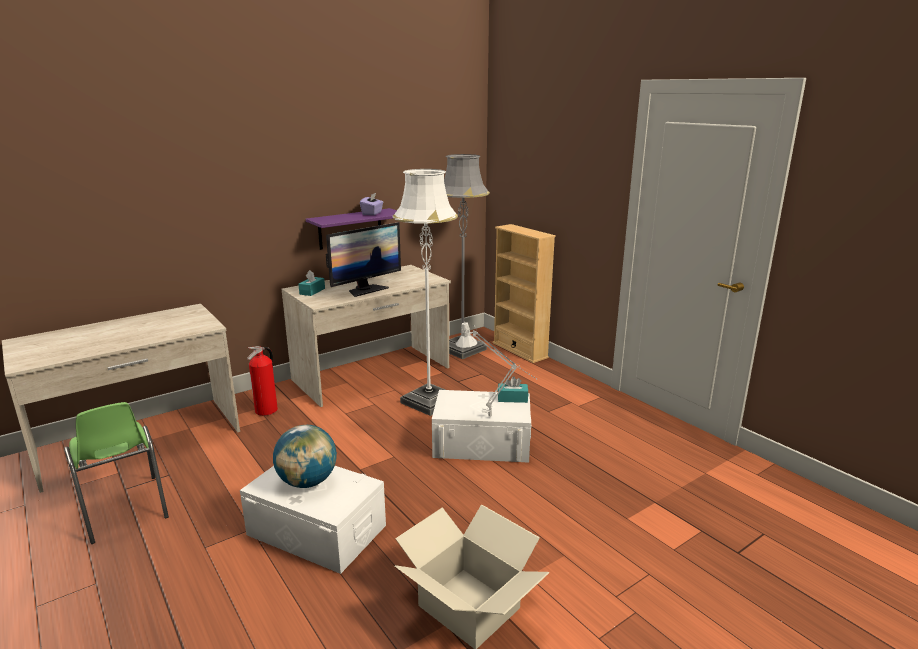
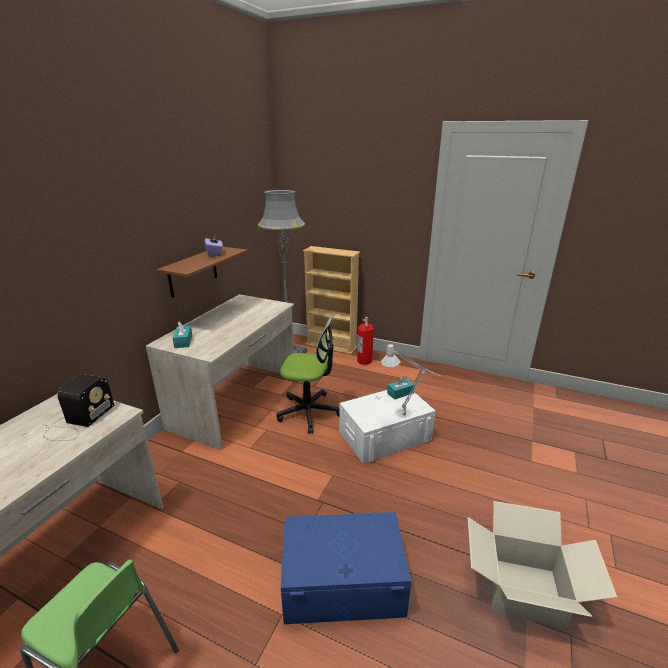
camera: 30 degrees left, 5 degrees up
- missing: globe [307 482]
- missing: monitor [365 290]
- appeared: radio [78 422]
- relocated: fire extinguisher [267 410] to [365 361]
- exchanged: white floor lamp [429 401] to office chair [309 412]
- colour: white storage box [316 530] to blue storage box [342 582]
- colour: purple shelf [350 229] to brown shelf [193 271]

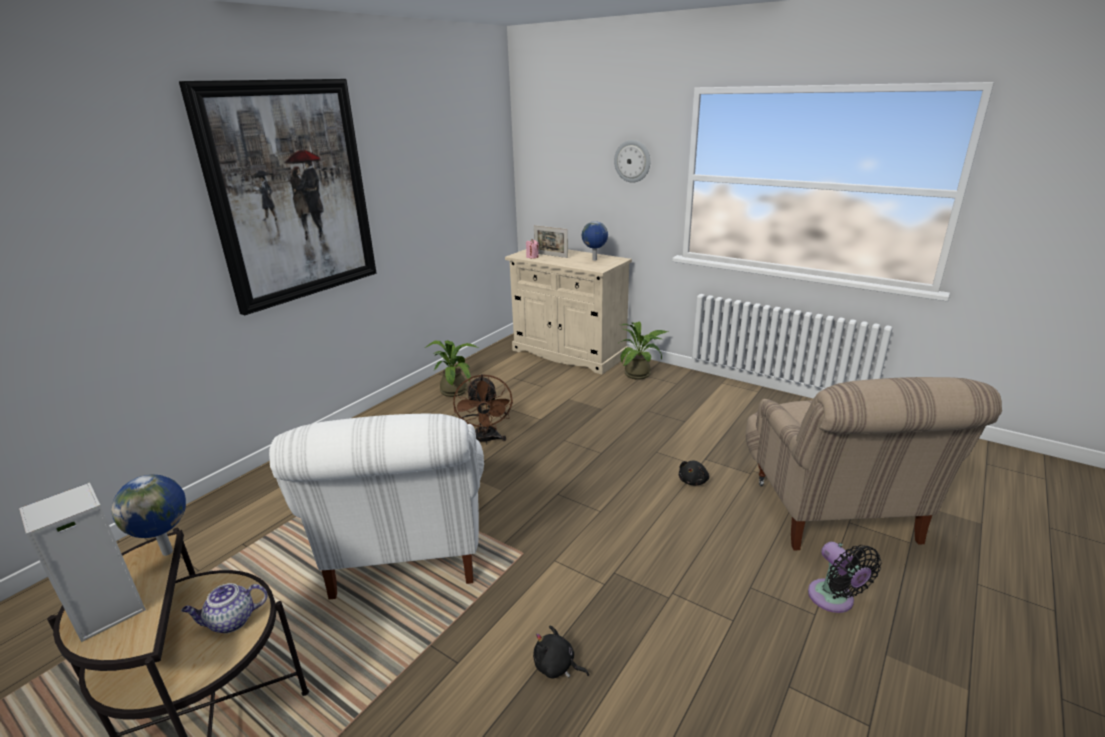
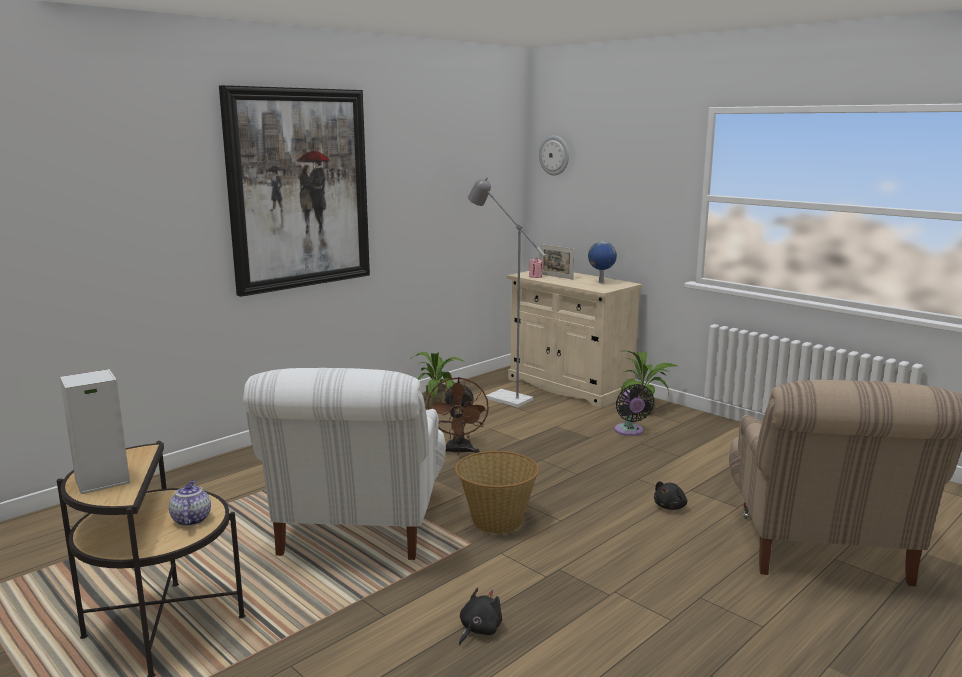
camera: 10 degrees right, 10 degrees down
- missing: globe [169 551]
- appeared: basket [496 521]
- appeared: grey floor lamp [502 397]
- relocated: wall clock [632 161] to [554 155]
- relocated: black fan [834 600] to [630 431]
- spun: teapot [231 621] = [191 519] 90 degrees clockwise
- spun: black plush toy [556 666] = [479 630] 90 degrees clockwise

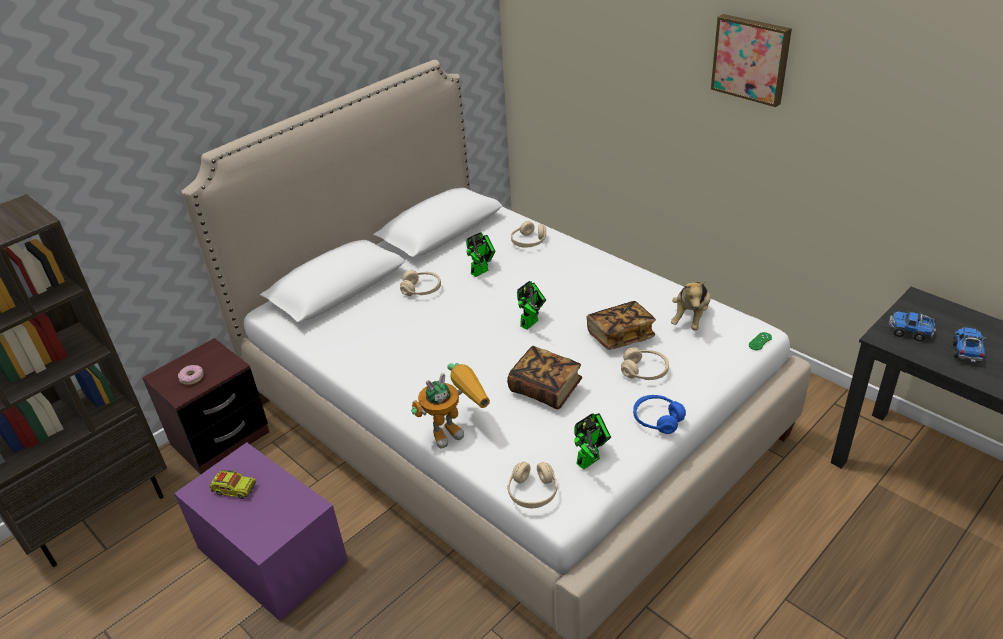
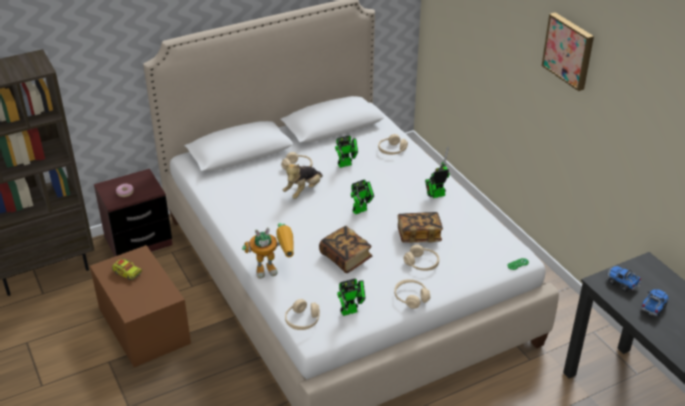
camera: 15 degrees right, 0 degrees up
- appeared: toy robot [435 195]
- relocated: plush toy [690 318] to [303 191]
- colour: purple storage box [271 554] to brown storage box [144 325]
- colour: blue headphones [657 419] to beige headphones [411 297]

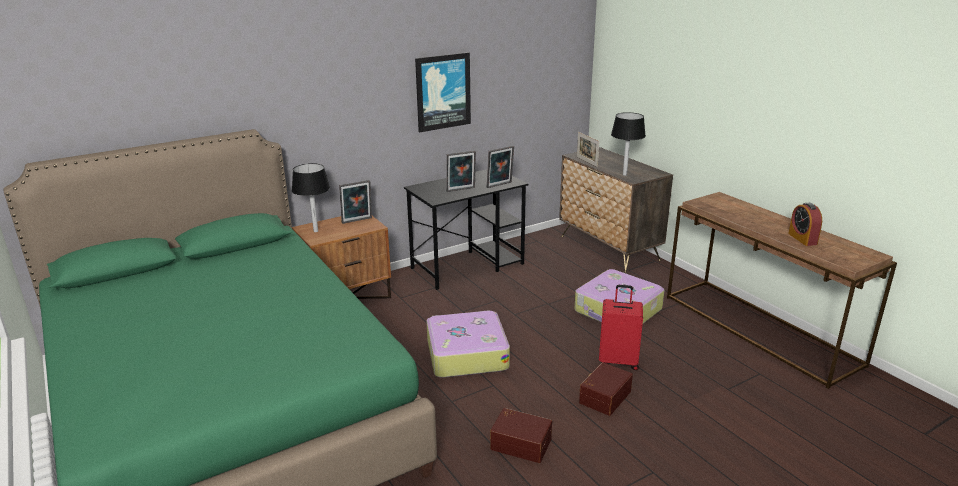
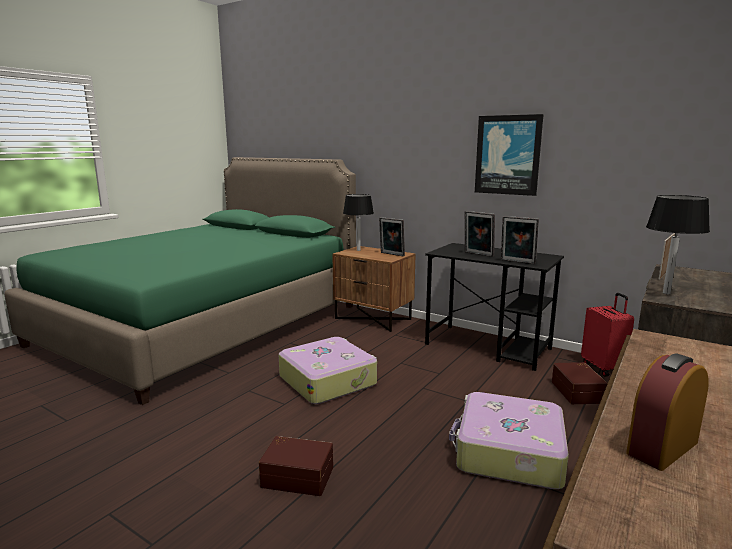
camera: 65 degrees right, 10 degrees down
- relocated: brown storage box [521 443] to [578 392]
- relocated: red suitcase [618 361] to [603 368]

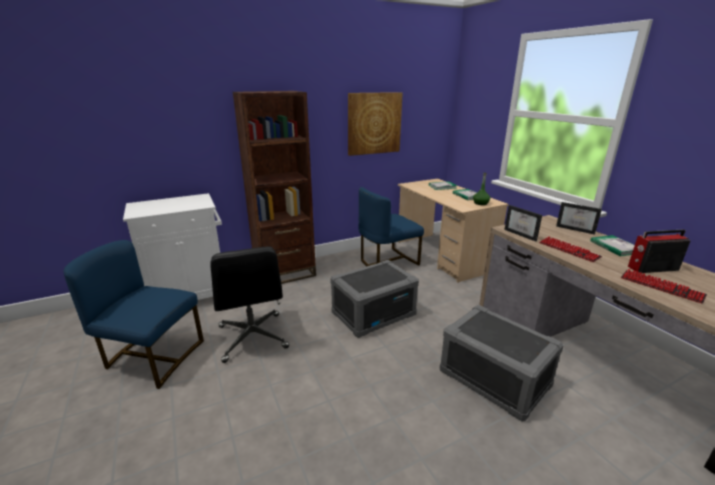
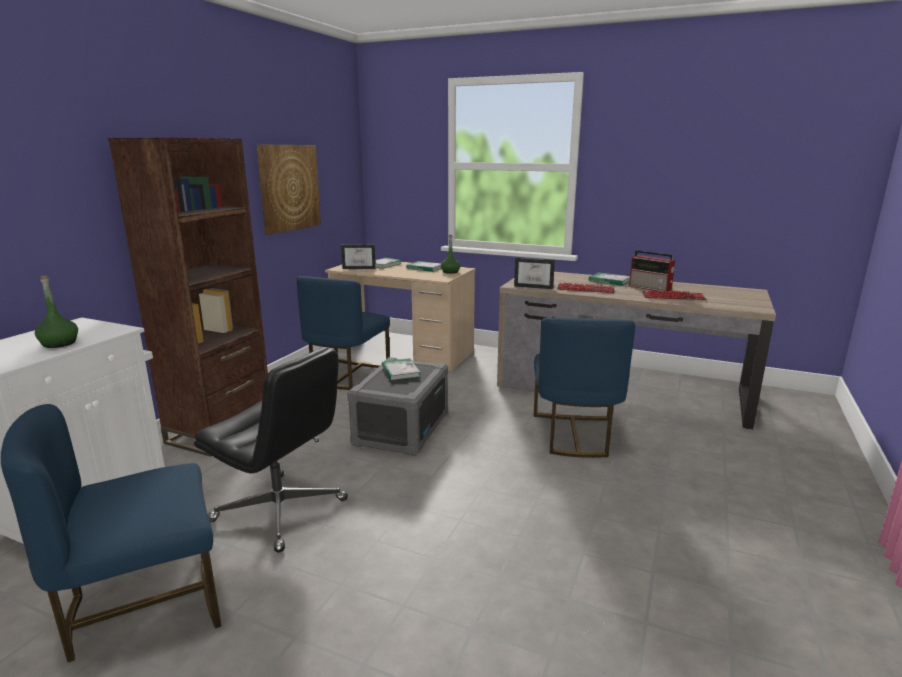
camera: 40 degrees left, 5 degrees down
- appeared: green bottle [59 343]
- appeared: book [400 371]
- relocated: picture frame [576 229] to [360 268]
- exchanged: grey storage box [493 378] to blue chair [574 435]
- spun: radio [651 268] = [651 288] 90 degrees counterclockwise

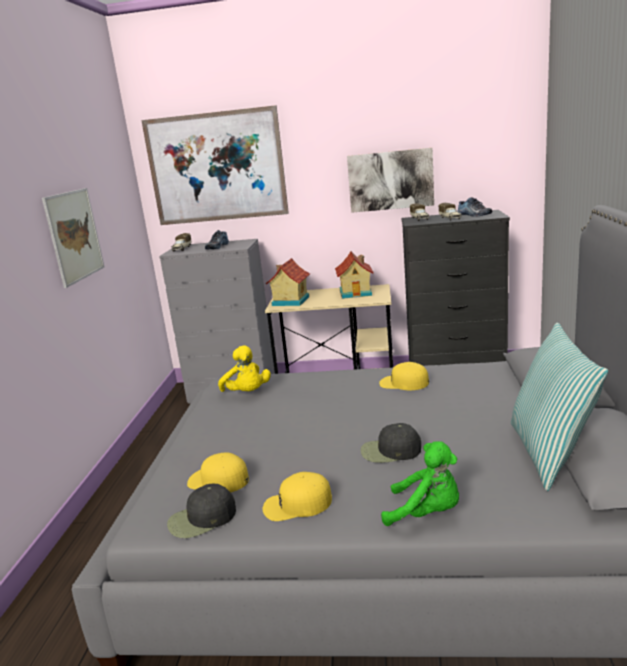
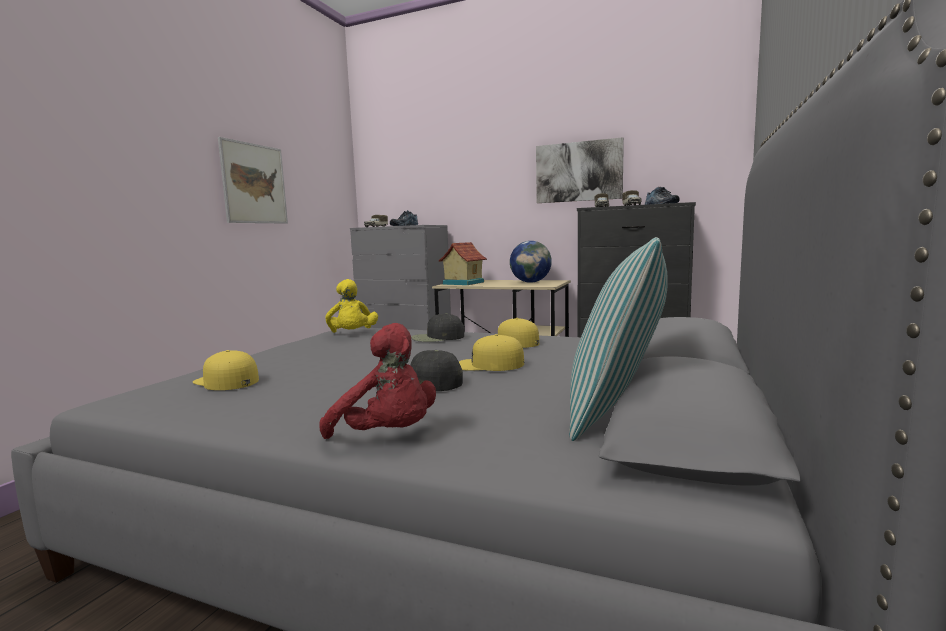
camera: 15 degrees right, 10 degrees down
- missing: picture [216 167]
- relocated: black cap [201 519] to [437 337]
- relocated: yellow cap [297 504] to [489 364]
- exchanged: toy house [356 293] to globe [530 282]
- colour: green plush toy [426 513] to red plush toy [388 436]

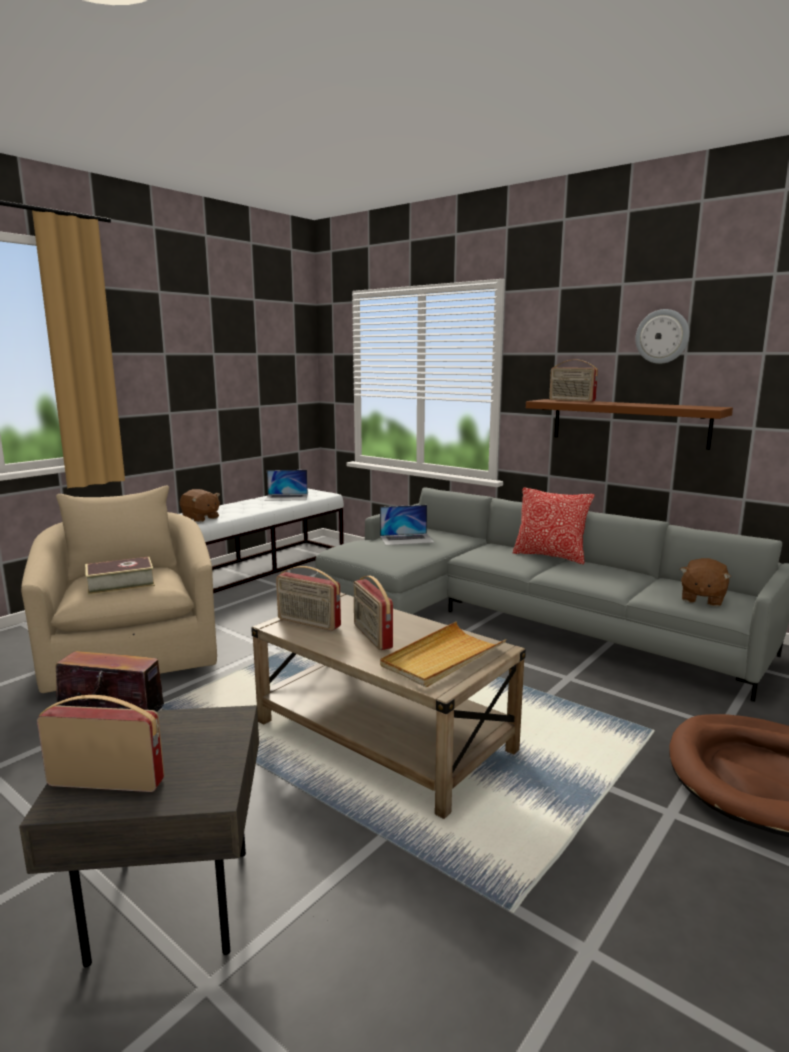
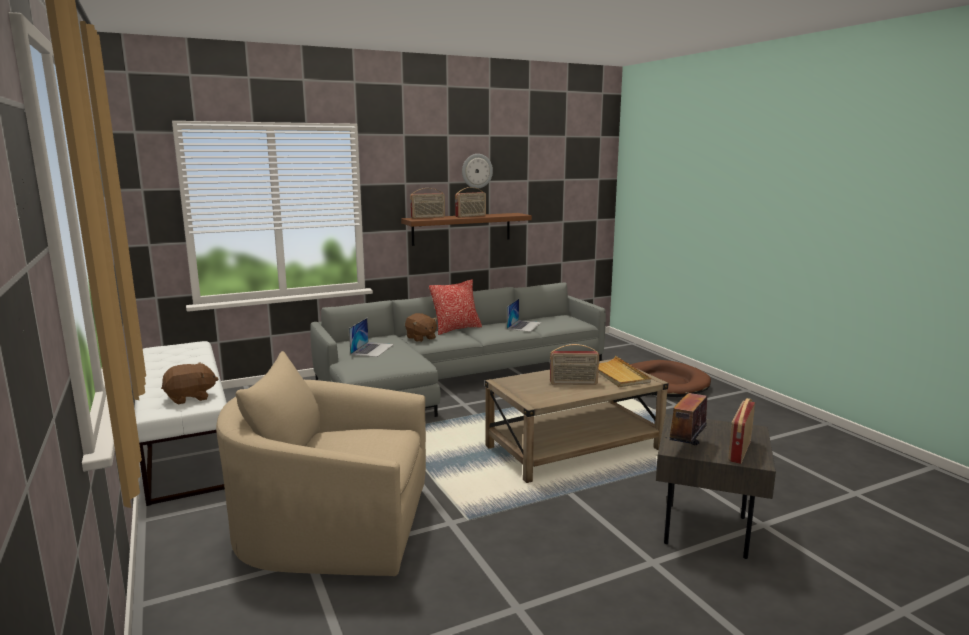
camera: 65 degrees left, 0 degrees up
- missing: book [120 583]
- relocated: laptop [286 497] to [524 325]
- relocated: radio [308 623] to [471 216]
- relocated: brown plush toy [702 599] to [421 338]

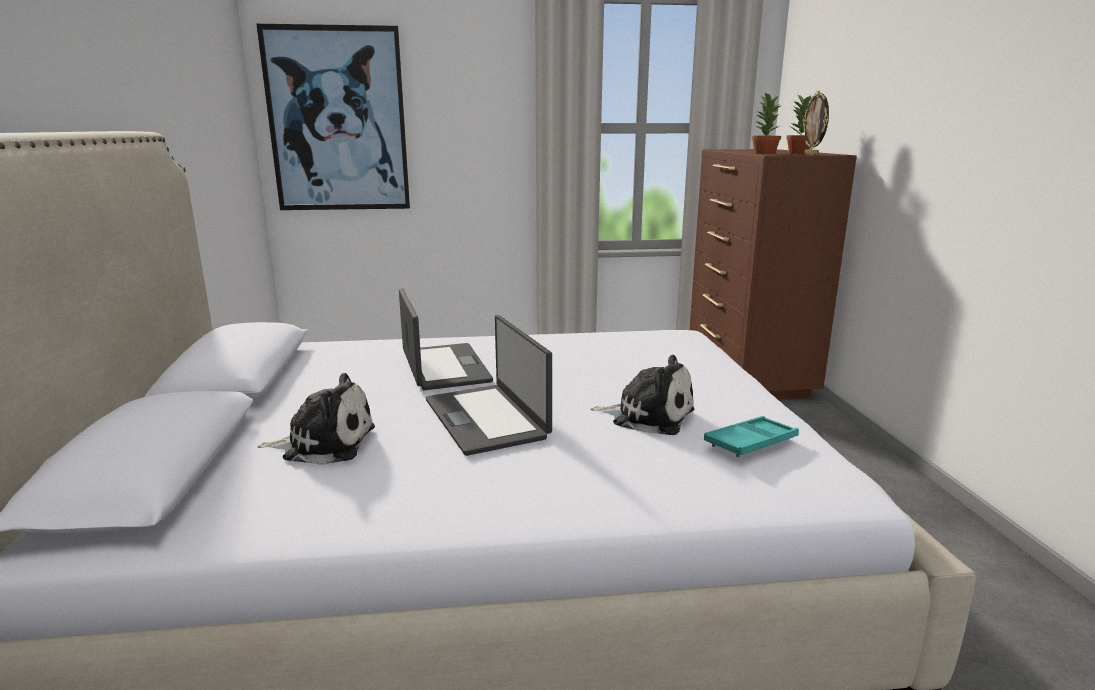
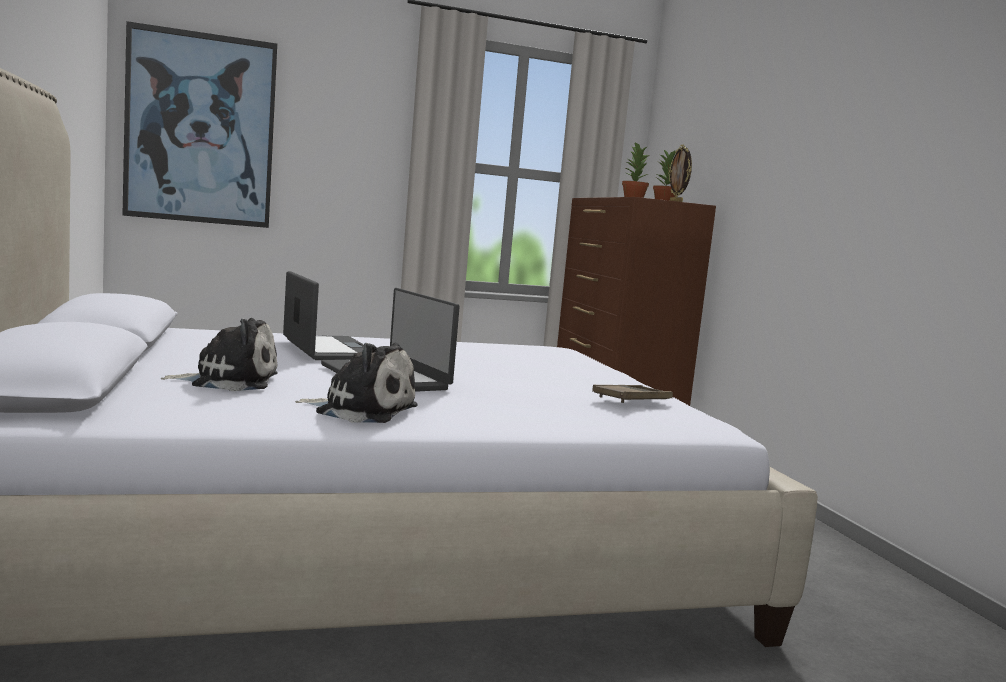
camera: 10 degrees left, 10 degrees down
- relocated: plush toy [648 416] to [361 410]
- colour: turquoise tray [751 442] to brown tray [632 400]

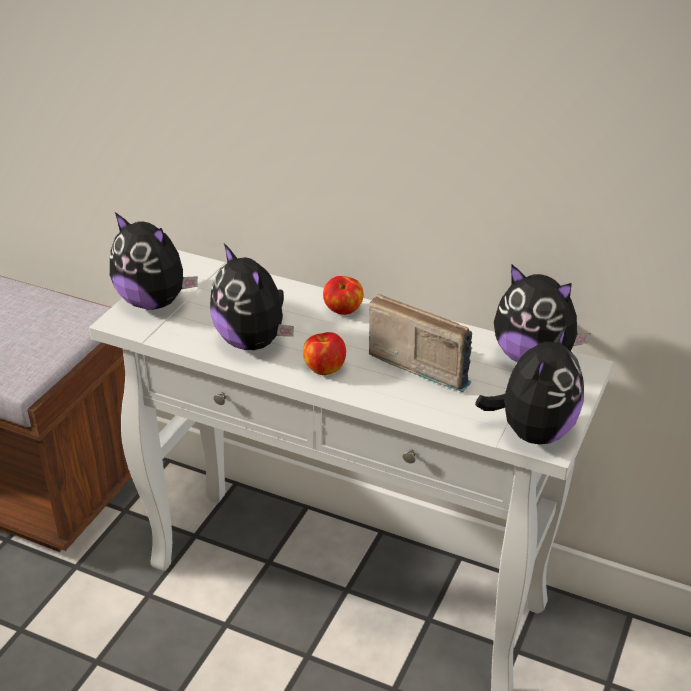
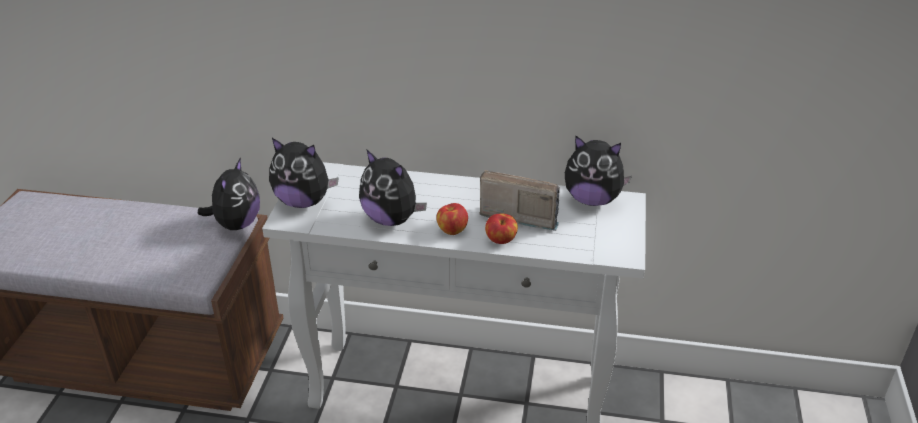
camera: 15 degrees left, 0 degrees up
- relocated: apple [343 311] to [501 241]
- relocated: plush toy [533 431] to [236 224]

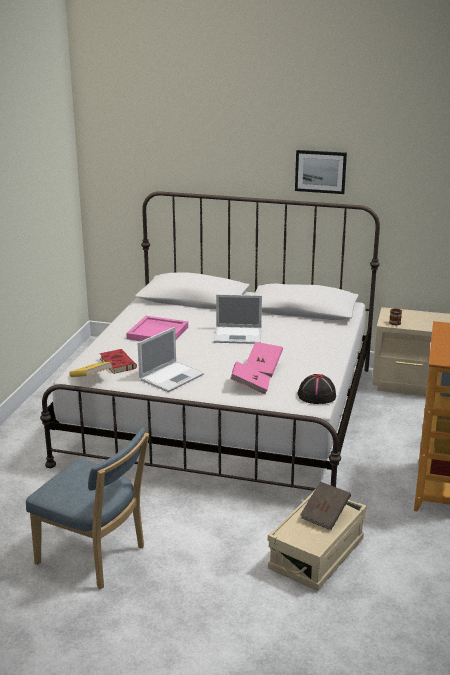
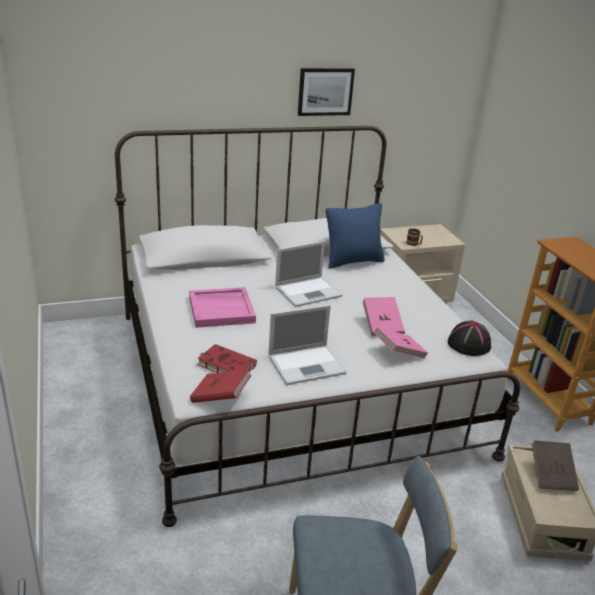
camera: 35 degrees left, 5 degrees up
- appeared: blue pillow [353 261]
- colour: yellow book [91 378] to red book [220 397]
- spun: laptop [172 376] = [307 364] 60 degrees clockwise

